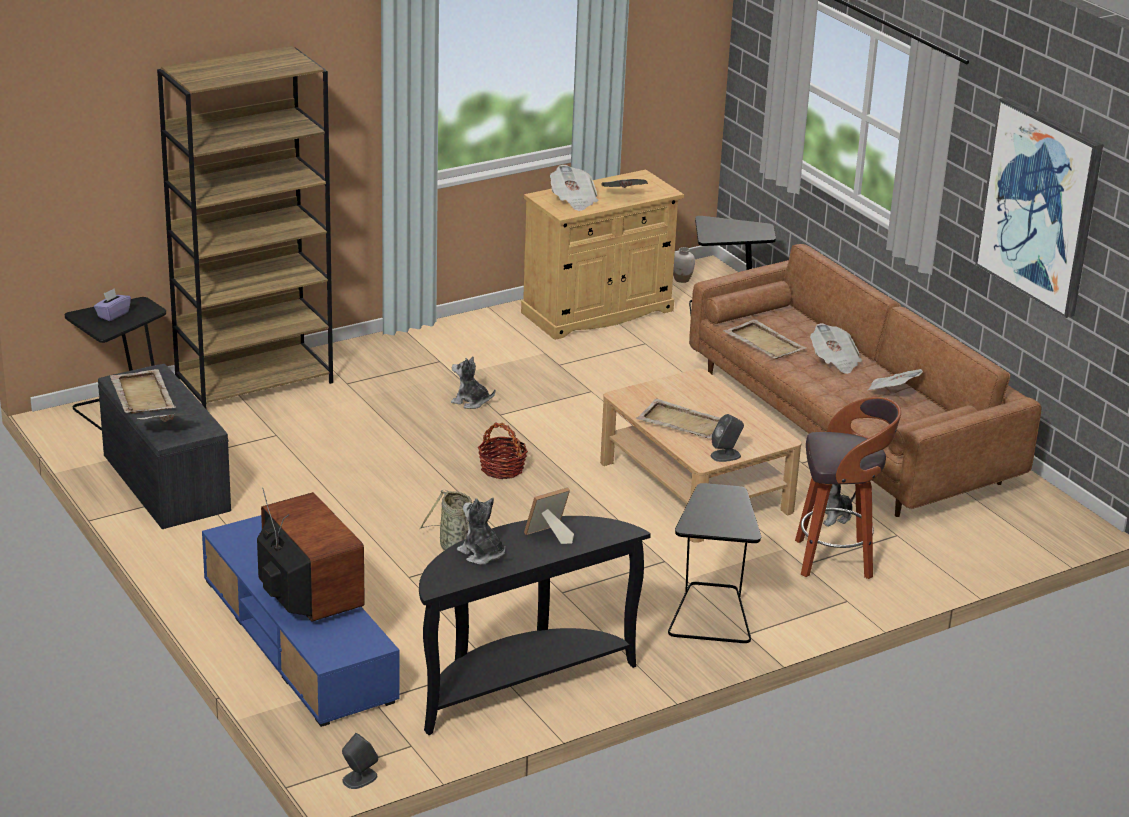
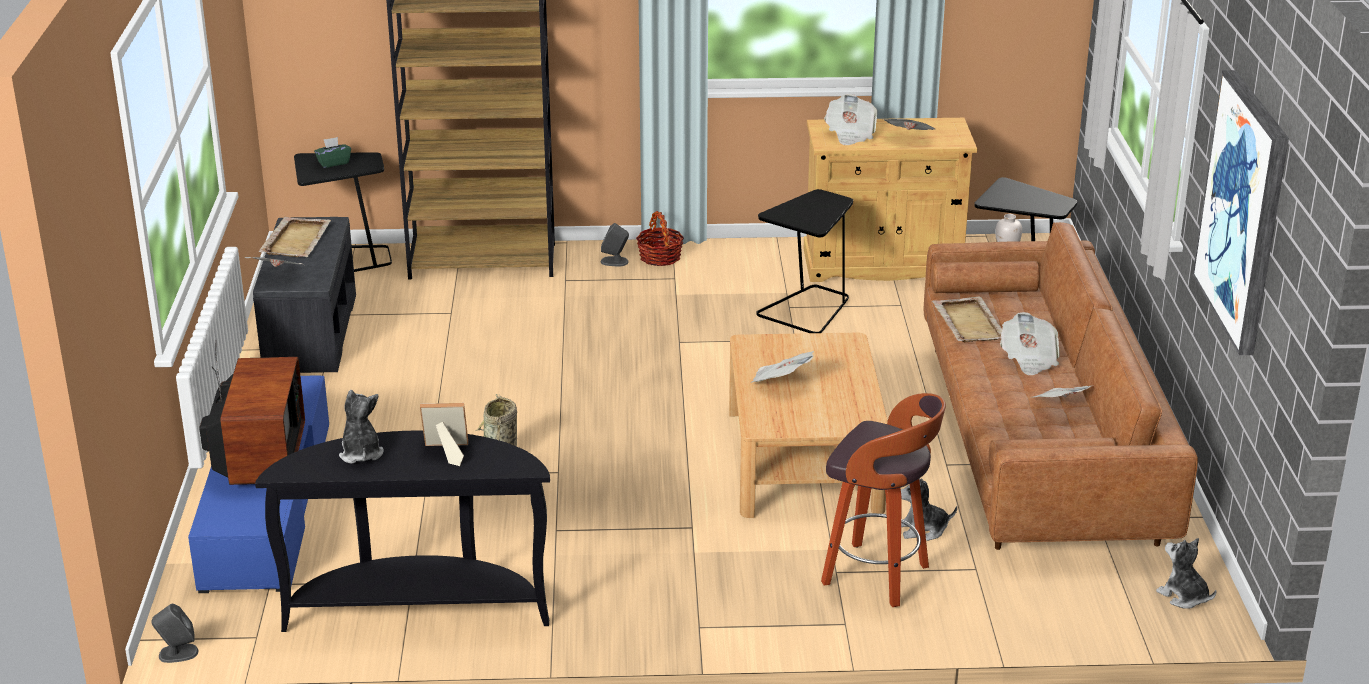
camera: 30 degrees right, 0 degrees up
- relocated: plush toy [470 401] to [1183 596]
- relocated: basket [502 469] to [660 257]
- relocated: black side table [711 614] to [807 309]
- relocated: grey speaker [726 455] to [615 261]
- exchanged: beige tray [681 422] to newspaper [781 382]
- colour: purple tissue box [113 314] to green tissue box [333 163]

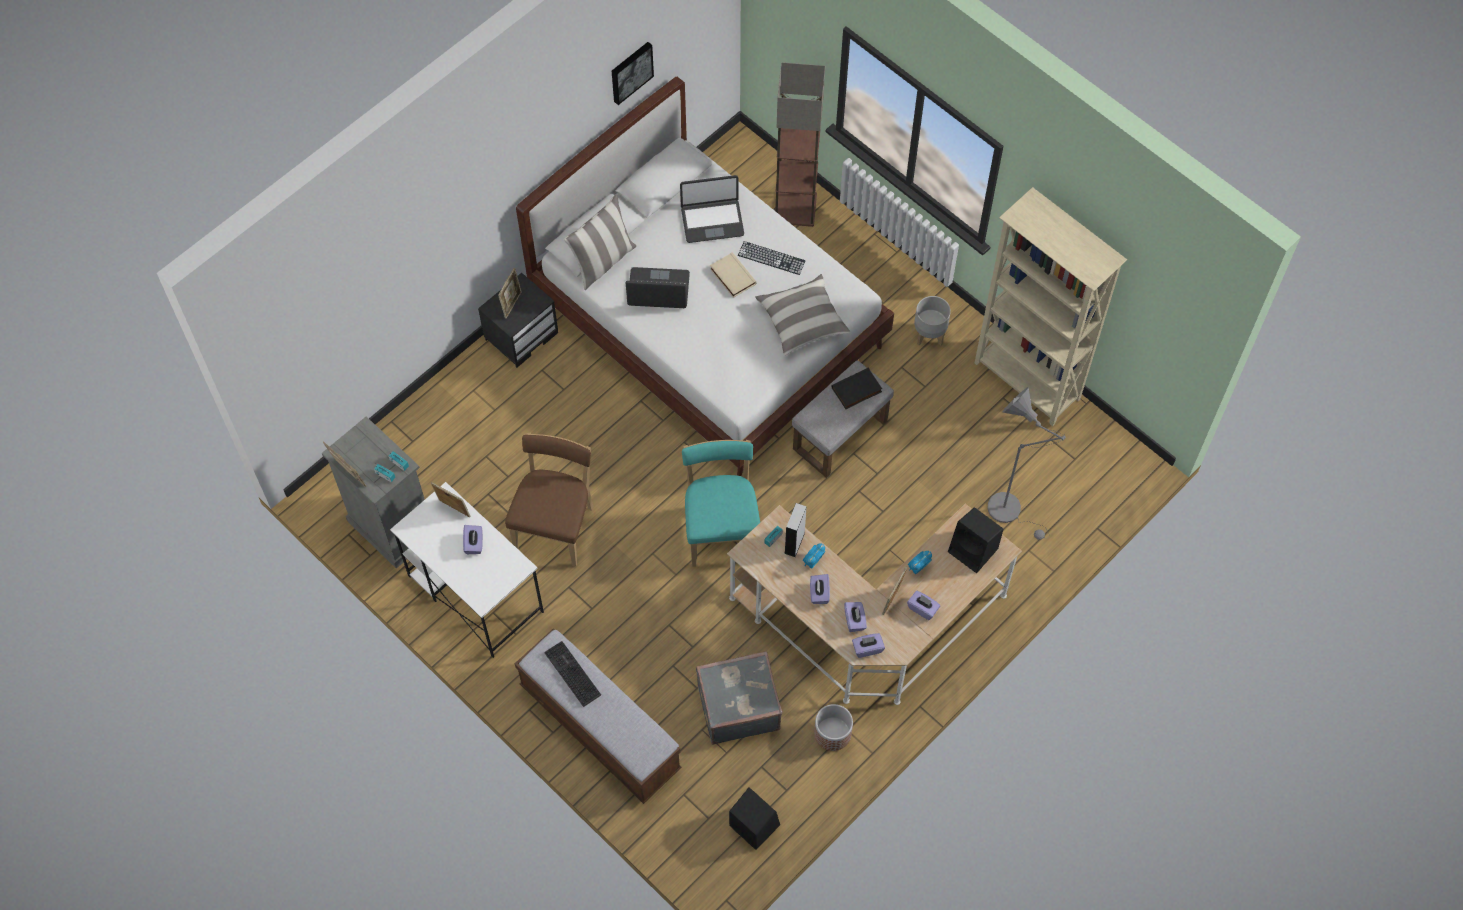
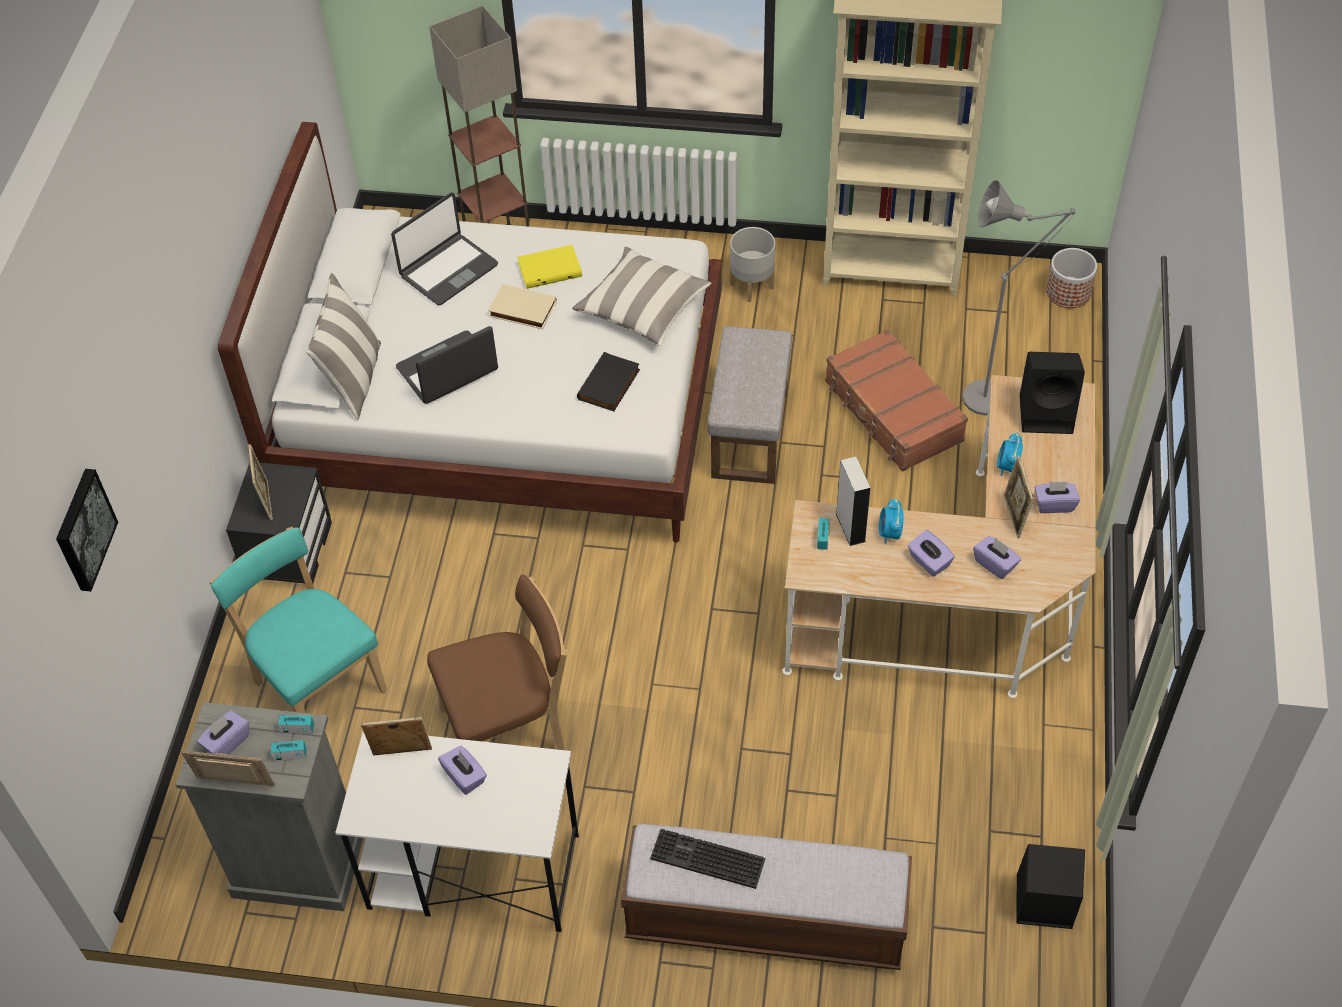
camera: 35 degrees left, 10 degrees down
- missing: grey suitcase [737 706]
- appeared: brown suitcase [892 412]
- relocated: picture [630 71] to [83 529]
- relocated: turquoise chair [721 529] to [316 683]
- relocated: planter [832 733] to [1068 293]
- relocated: black book [857 391] to [610 385]
- relocated: purple tissue box [867 648] to [227 742]
- exchanged: keyboard [771 258] to yellow book [550 268]
- spun: brown chair [556 525] = [509 728] 90 degrees clockwise

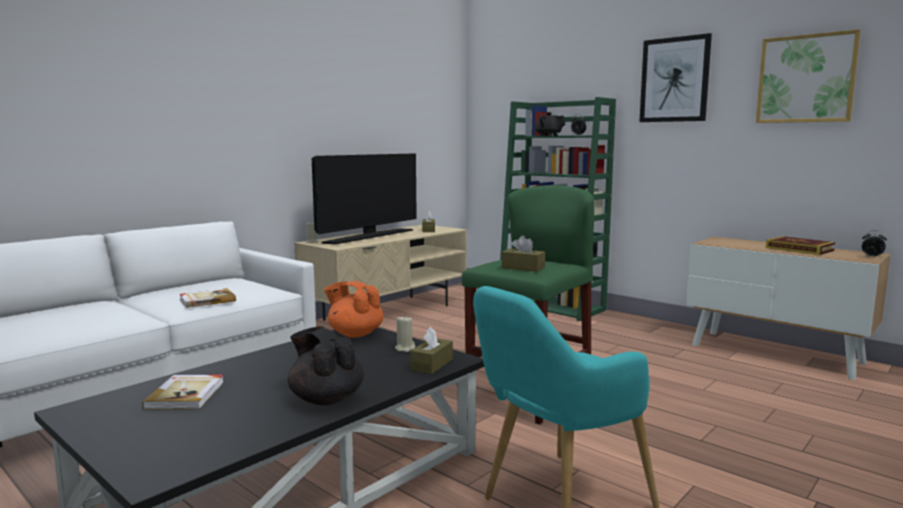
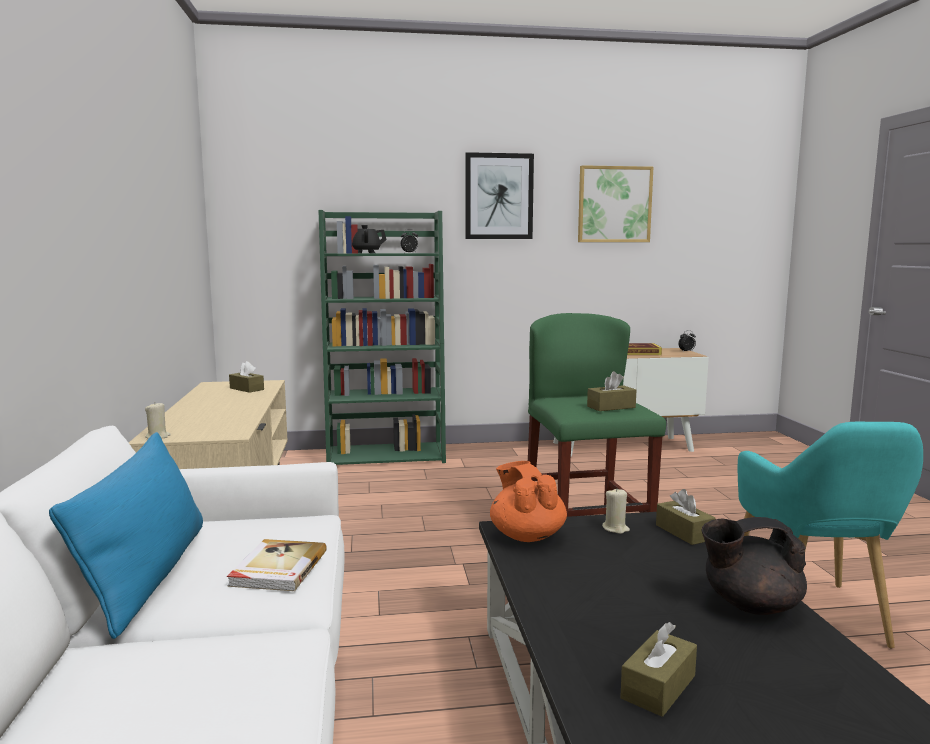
camera: 50 degrees left, 0 degrees up
- missing: television [369 236]
- appeared: blue pillow [148 575]
- exchanged: book [187 394] to brown tissue box [658 687]
- spun: orange teapot [355 334] = [526 535] 90 degrees clockwise

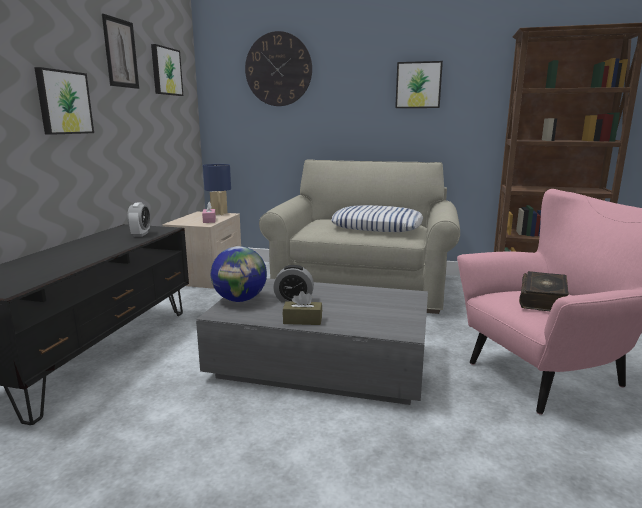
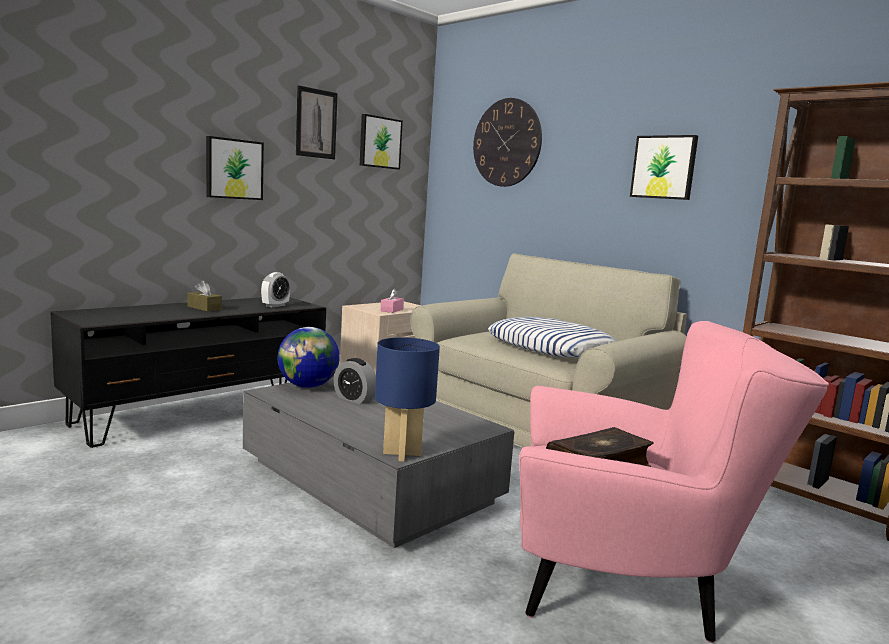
camera: 30 degrees right, 5 degrees down
- relocated: blue table lamp [219 214] to [401 453]
- relocated: brown tissue box [302 320] to [204 308]

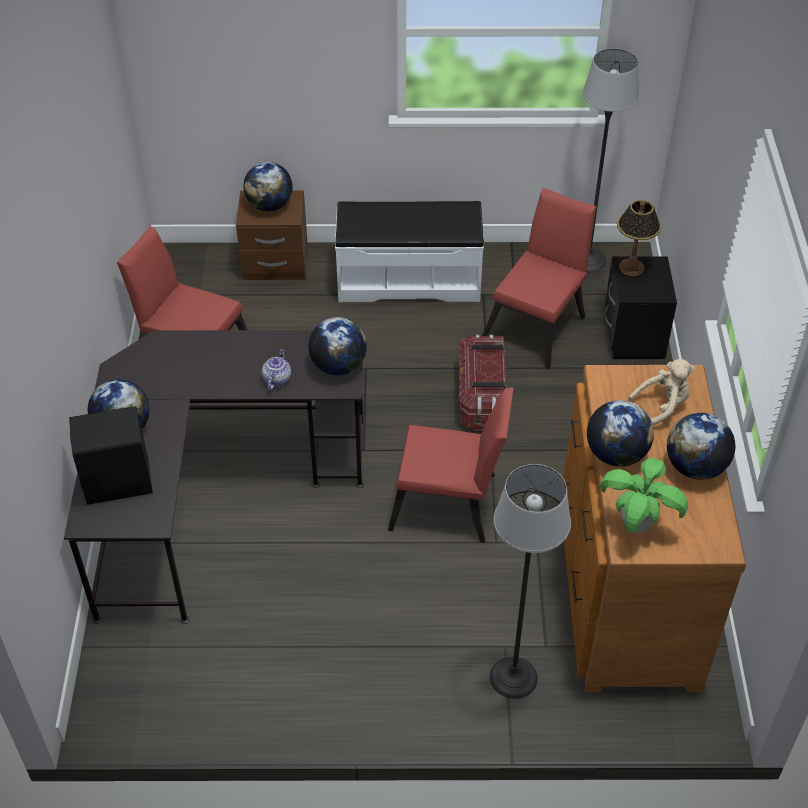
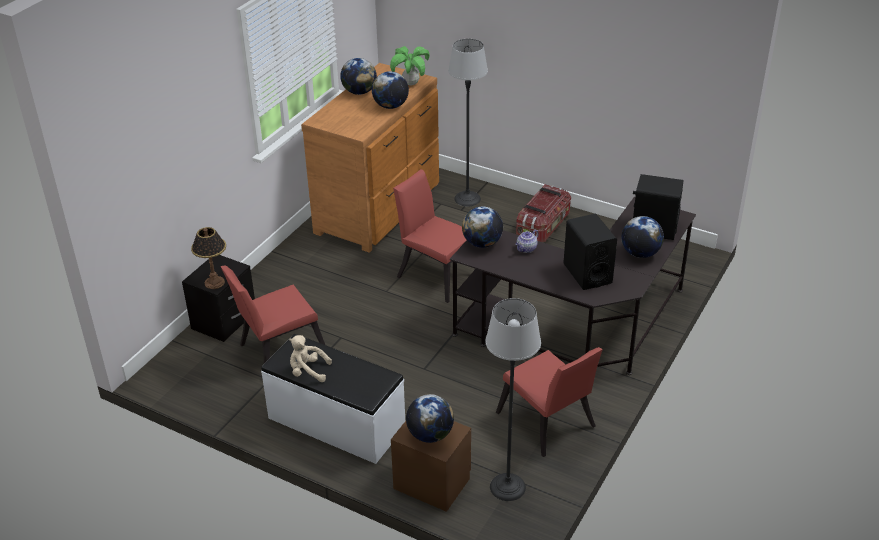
camera: 150 degrees left, 10 degrees down
- appeared: black speaker [587 273]
- relocated: storage box [482 397] to [543 226]
- relocated: floor lamp [588 260] to [507 487]
- relocated: beige plush toy [662 406] to [308 371]

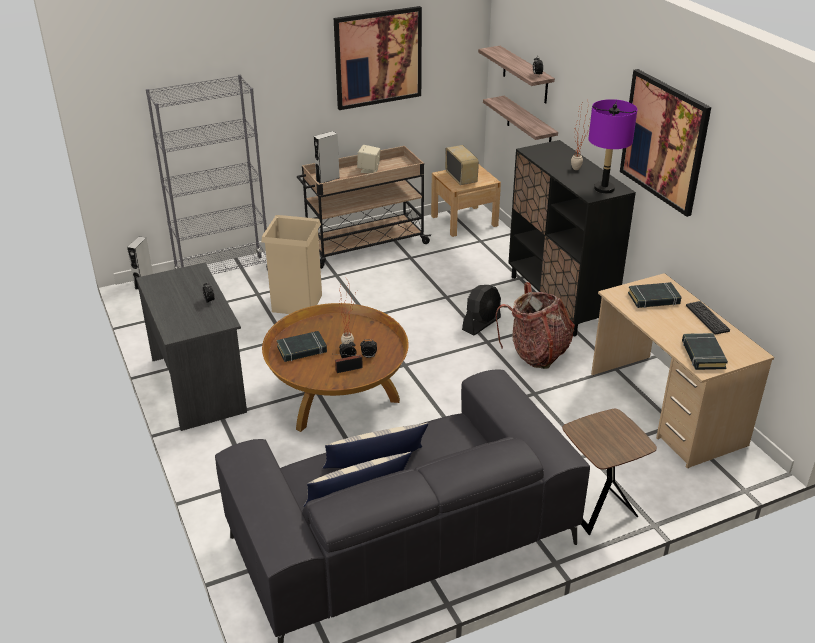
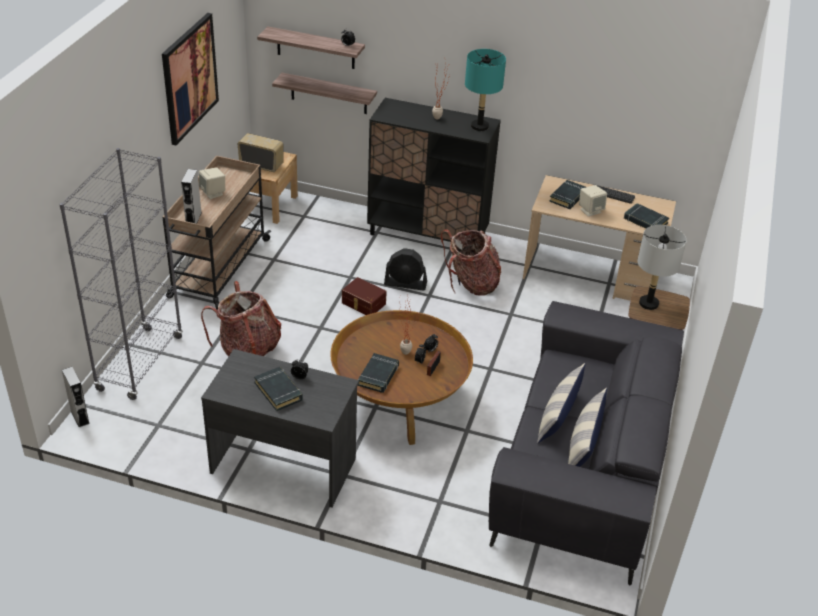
camera: 50 degrees left, 5 degrees up
- missing: picture [664 141]
- appeared: black book [279 391]
- appeared: brown storage box [363 304]
- appeared: beige speaker [590 210]
- appeared: grey table lamp [648 303]
- exchanged: beige trash can [297 303] to backpack [247 350]
- colour: purple table lamp [604 189] to turquoise table lamp [479 126]
- spun: black fan [481 323] = [405 283] 105 degrees clockwise

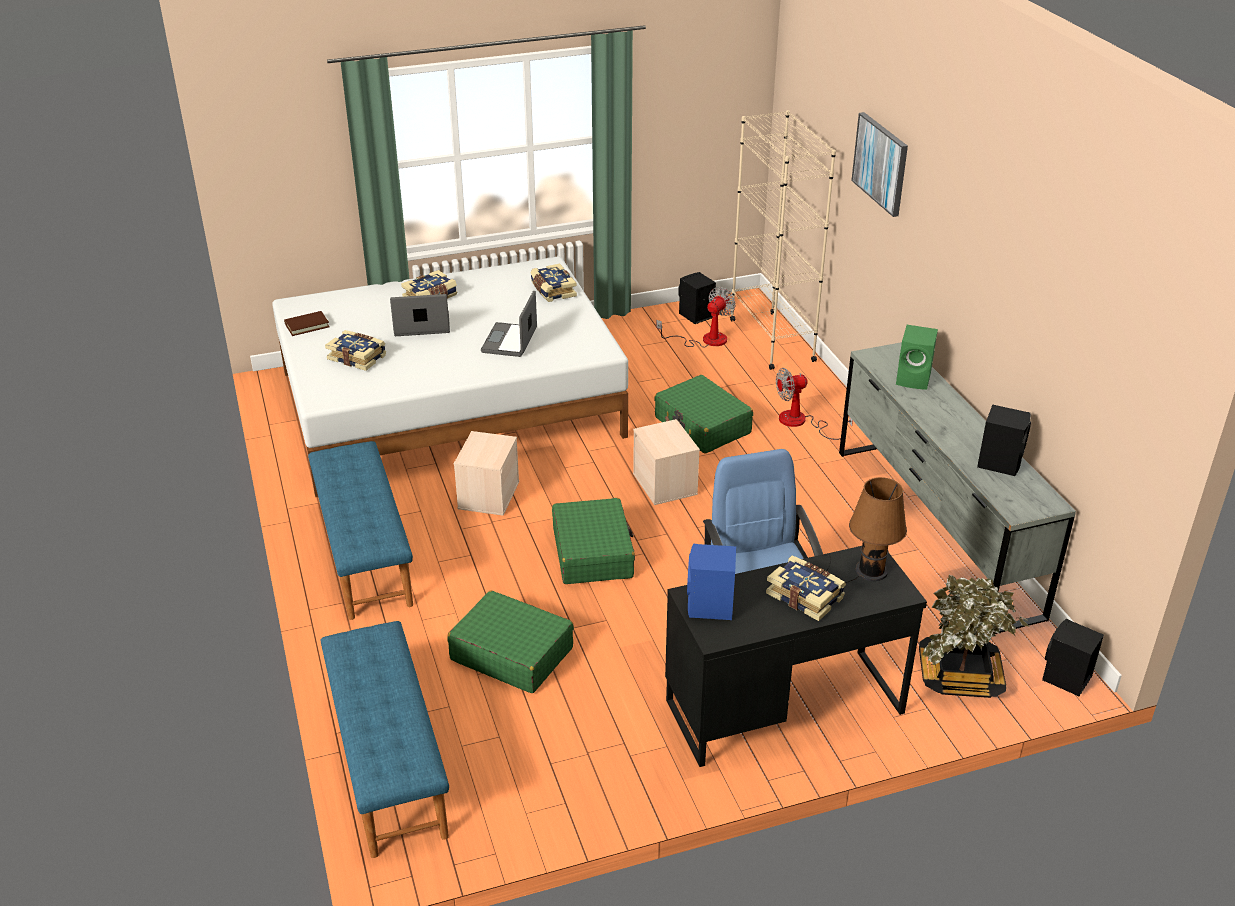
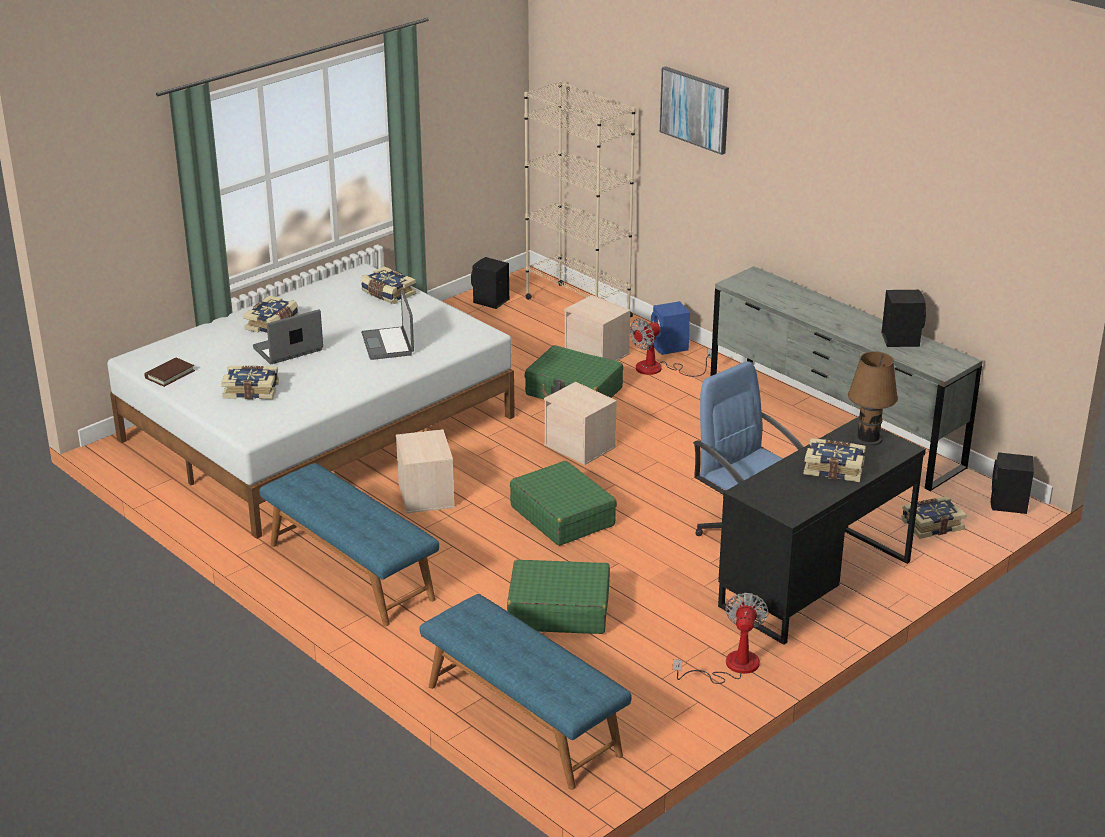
camera: 25 degrees left, 5 degrees down
- missing: green speaker [914 379]
- appeared: beige storage box [597 353]
- relocated: fan [705 340] to [731 666]
- relocated: blue speaker [710 607] to [670 347]
- exchanged: potted plant [960 676] to book [931 525]

